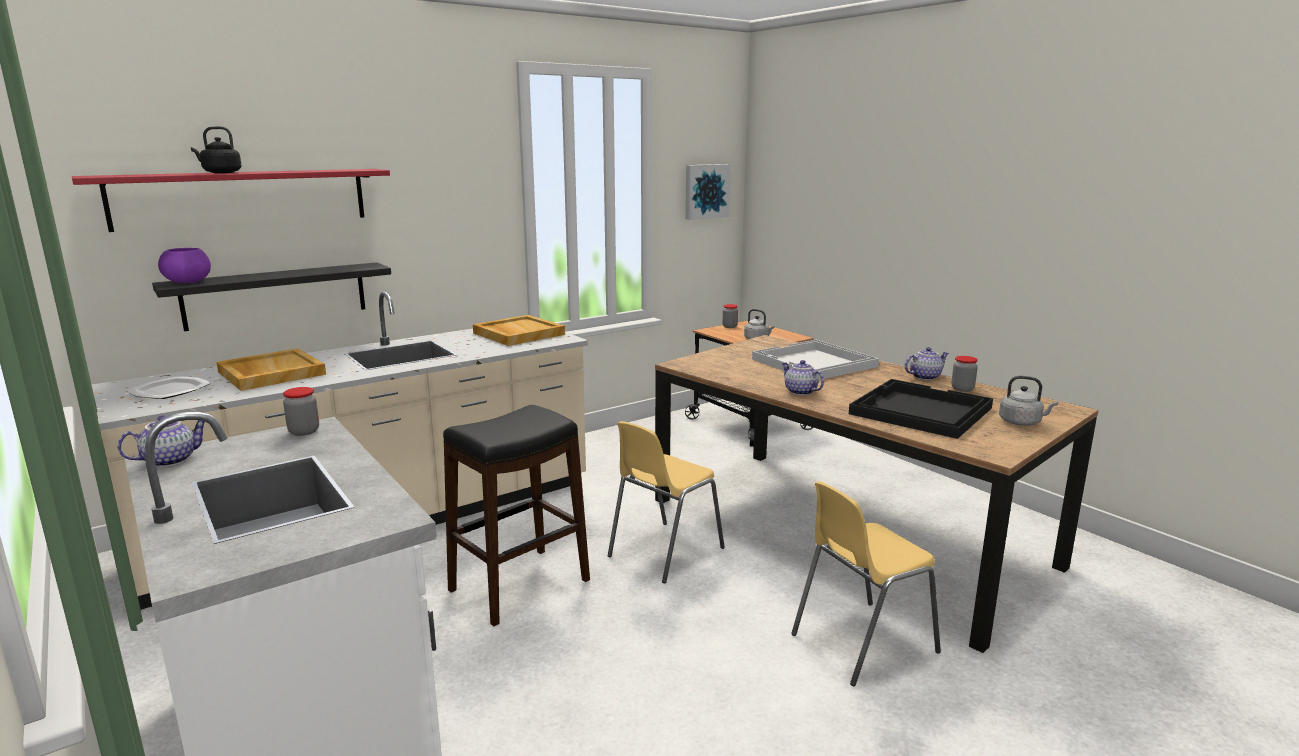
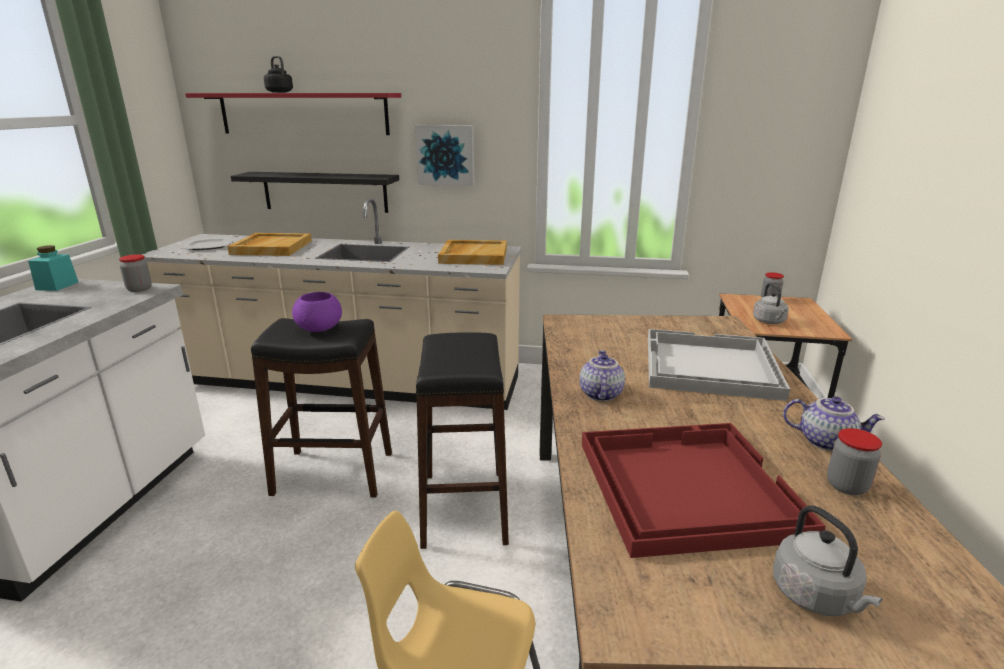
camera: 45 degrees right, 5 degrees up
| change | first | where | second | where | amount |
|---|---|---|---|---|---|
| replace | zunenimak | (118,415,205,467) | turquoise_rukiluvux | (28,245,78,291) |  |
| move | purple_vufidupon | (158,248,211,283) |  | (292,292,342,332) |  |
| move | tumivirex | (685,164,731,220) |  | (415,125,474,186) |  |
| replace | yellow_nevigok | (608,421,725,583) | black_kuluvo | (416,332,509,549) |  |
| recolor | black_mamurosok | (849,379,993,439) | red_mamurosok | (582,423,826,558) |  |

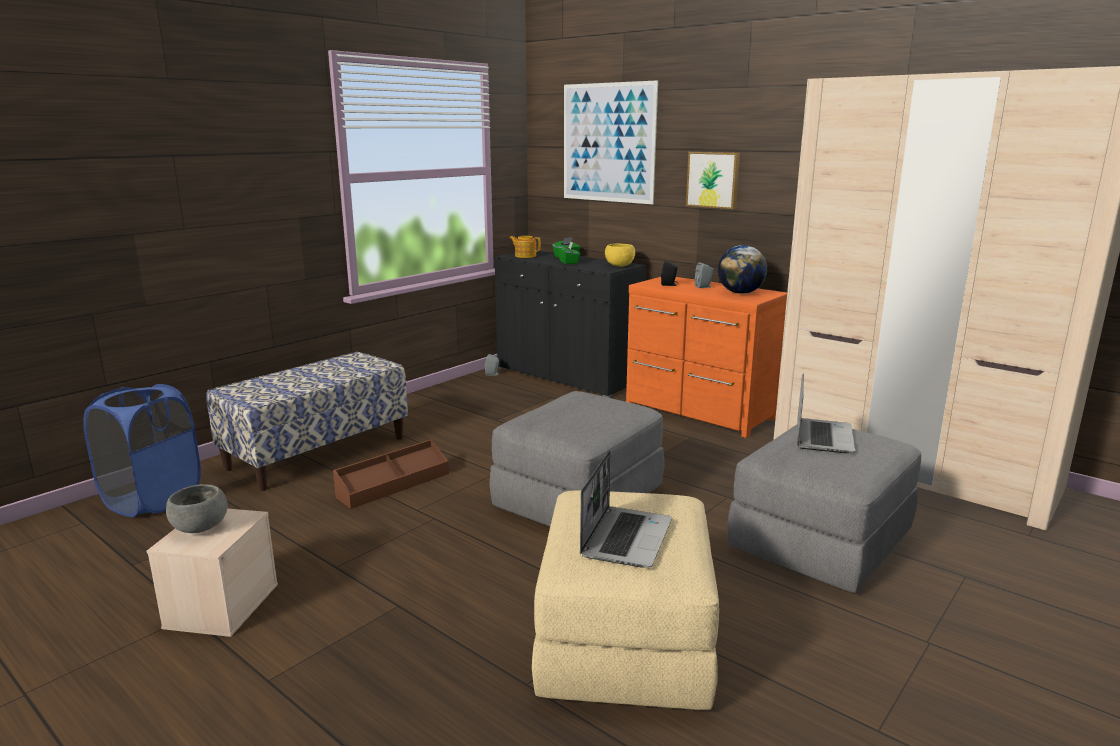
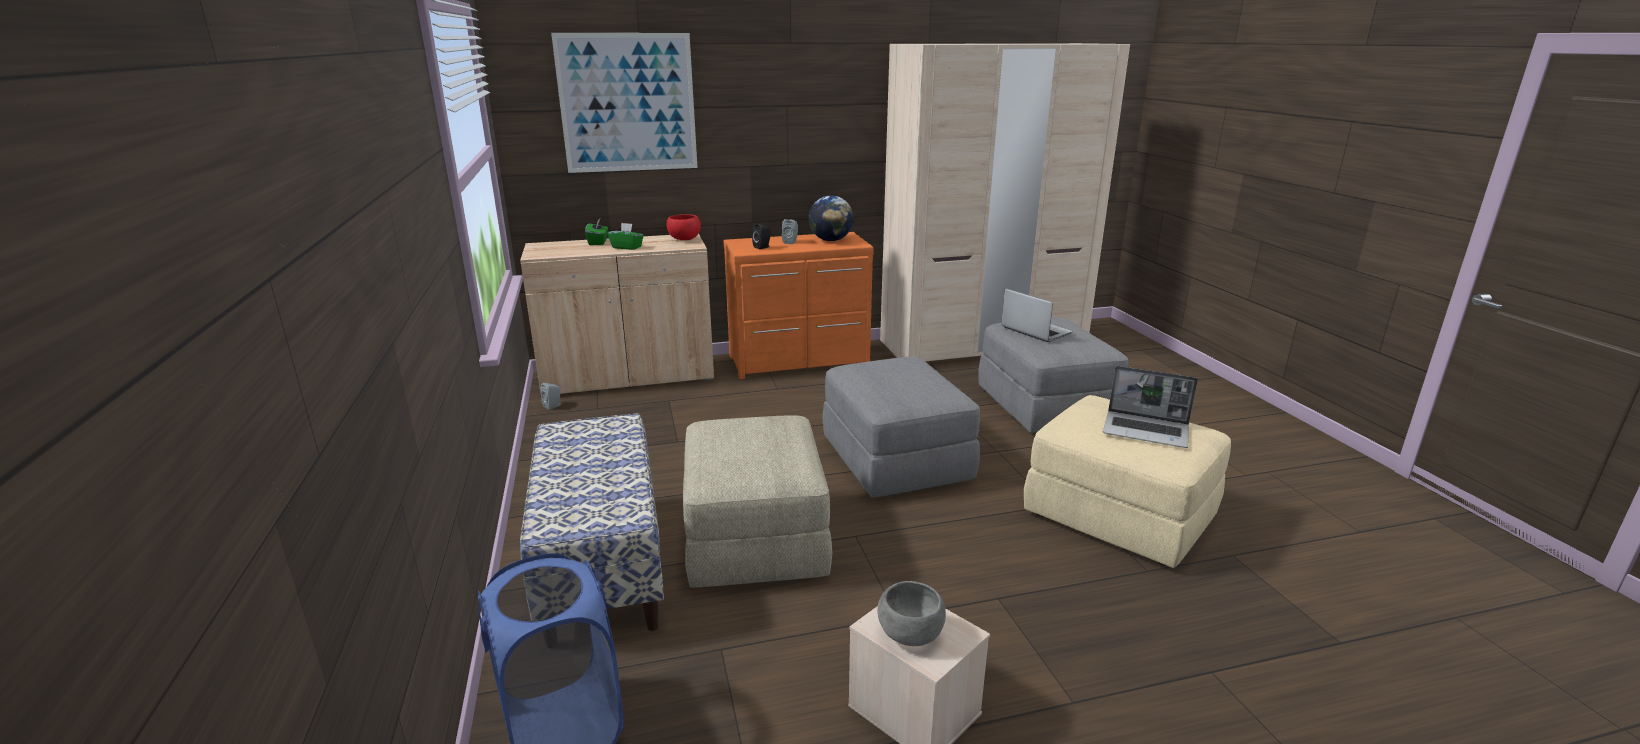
camera: 55 degrees left, 5 degrees up
| change | first | where | second | where | amount |
|---|---|---|---|---|---|
| recolor | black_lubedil | (494,251,646,398) | beige_lubedil | (520,234,714,394) |  |
| recolor | yellow_vufidupon | (605,244,635,267) | red_vufidupon | (667,214,701,240) |  |
| replace | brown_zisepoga | (333,439,449,509) | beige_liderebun | (683,415,832,587) |  |
| rotate | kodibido | (580,450,672,568) |  | (1103,366,1198,448) | 150 degrees clockwise |
| delete | zunenimak | (509,236,541,258) |  |  |  |
| delete | tumivirex | (686,152,740,209) |  |  |  |

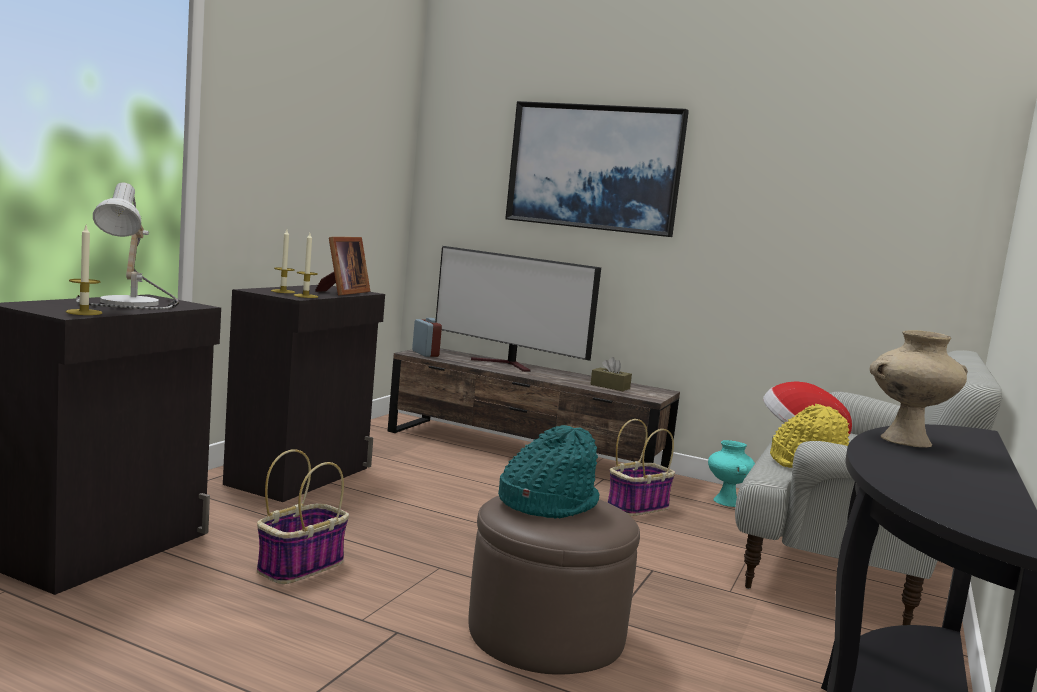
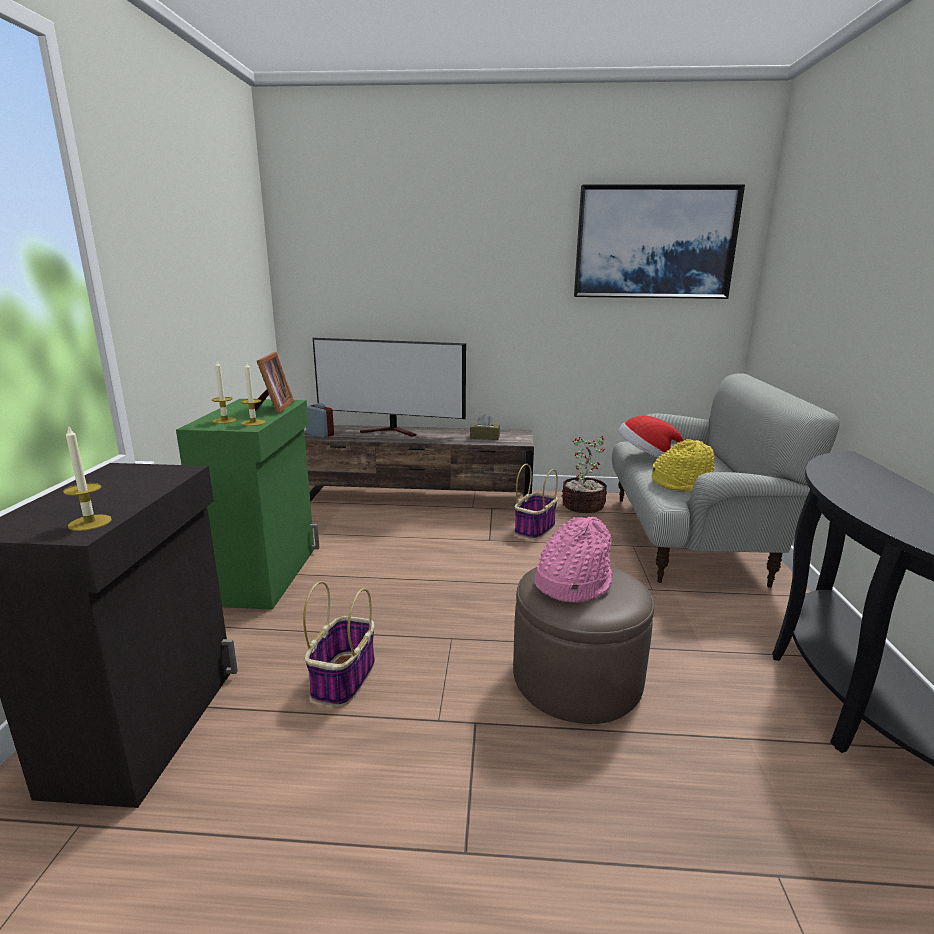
camera: 20 degrees left, 10 degrees up
| change | first | where | second | where | amount |
|---|---|---|---|---|---|
| recolor | black_lubedil | (223,285,385,502) | green_lubedil | (176,399,319,610) |  |
| recolor | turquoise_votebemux | (498,425,600,519) | pink_votebemux | (535,517,612,603) |  |
| replace | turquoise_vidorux | (708,440,755,507) | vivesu | (561,436,607,513) |  |
| move | tumivirex | (505,101,689,237) |  | (574,184,745,299) |  |
| delete | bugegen | (76,182,179,310) |  |  |  |
| delete | beige_vidorux | (870,330,968,448) |  |  |  |

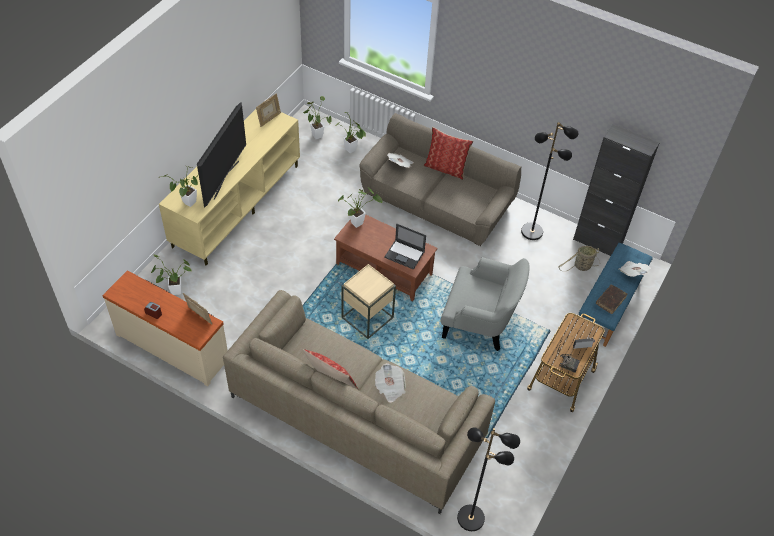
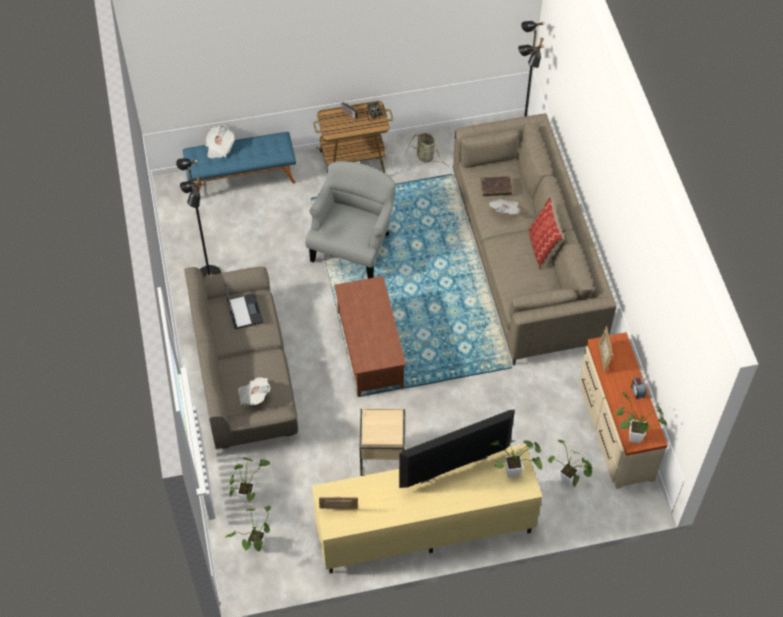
camera: 130 degrees left, 5 degrees up
| change | first | where | second | where | amount |
|---|---|---|---|---|---|
| move | kodibido | (384,224,426,270) |  | (225,284,263,329) |  |
| rotate | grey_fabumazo | (440,257,530,351) |  | (305,161,396,279) | 45 degrees clockwise |
| move | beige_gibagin | (341,264,396,339) |  | (360,408,405,476) |  |
| move | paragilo | (559,246,600,272) |  | (406,133,449,167) |  |
| move | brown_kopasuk | (596,285,627,314) |  | (481,176,512,196) |  |
| move | vivesu | (338,188,383,228) |  | (615,392,667,443) |  |
| delete | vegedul | (423,127,474,180) |  |  |  |
| delete | black_lubedil | (573,124,659,256) |  |  |  |

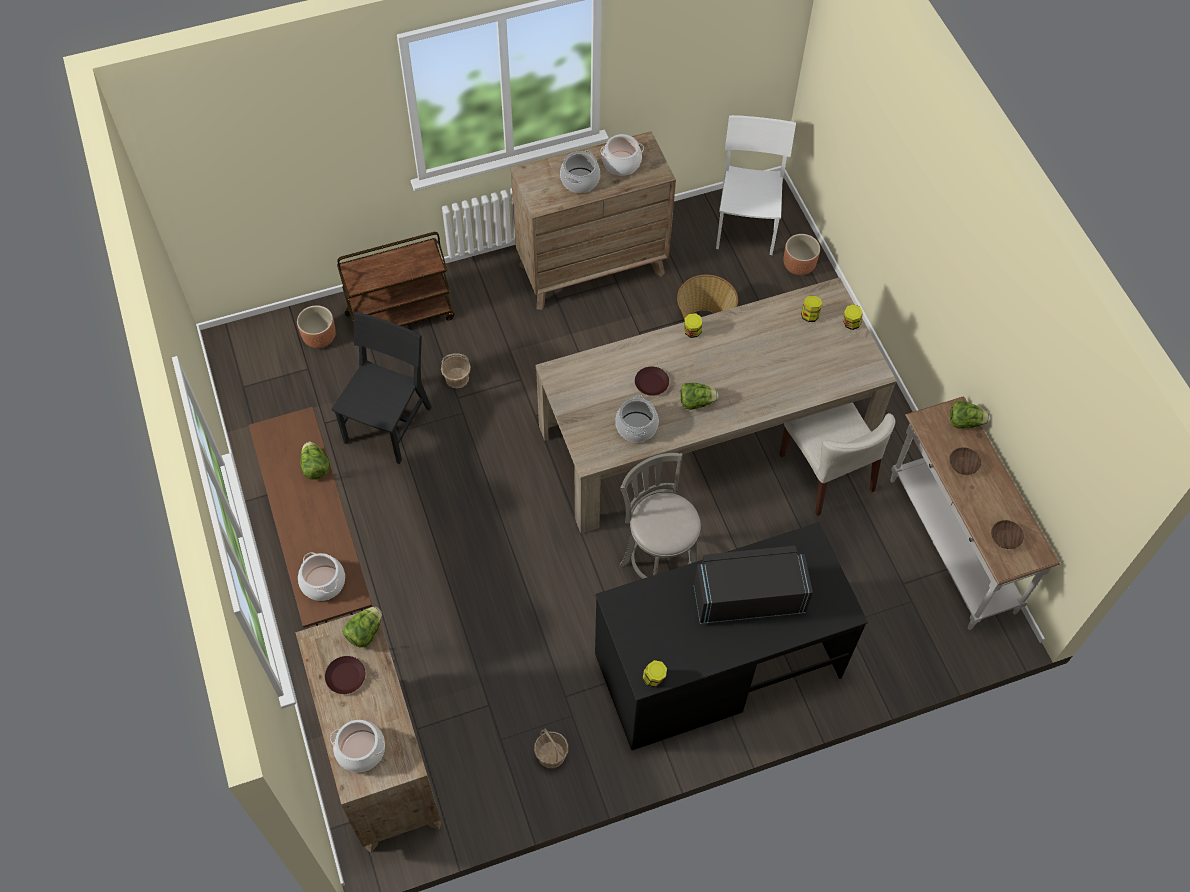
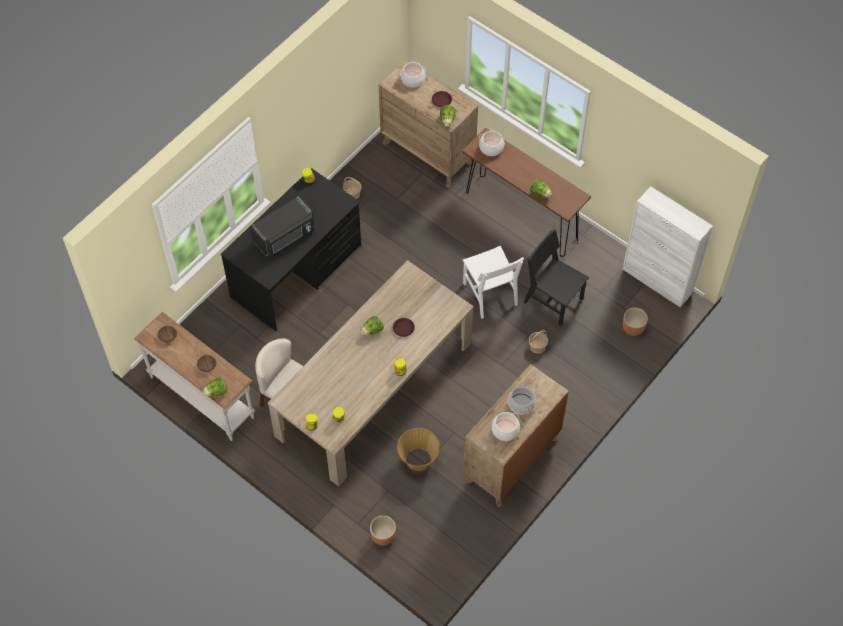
camera: 150 degrees right, 0 degrees up
| change | first | where | second | where | amount |
|---|---|---|---|---|---|
| move | white_nevigok | (716,115,796,255) |  | (463,245,524,319) |  |
| rotate | black_nevigok | (331,312,432,464) |  | (523,229,589,326) | 135 degrees clockwise |
| insert |  |  | white_lubedil | (622,186,713,307) |  |
| delete | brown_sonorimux | (337,232,454,326) |  |  |  |
| delete | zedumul | (615,395,659,442) |  |  |  |
| delete | grey_kuluvo | (620,453,701,579) |  |  |  |

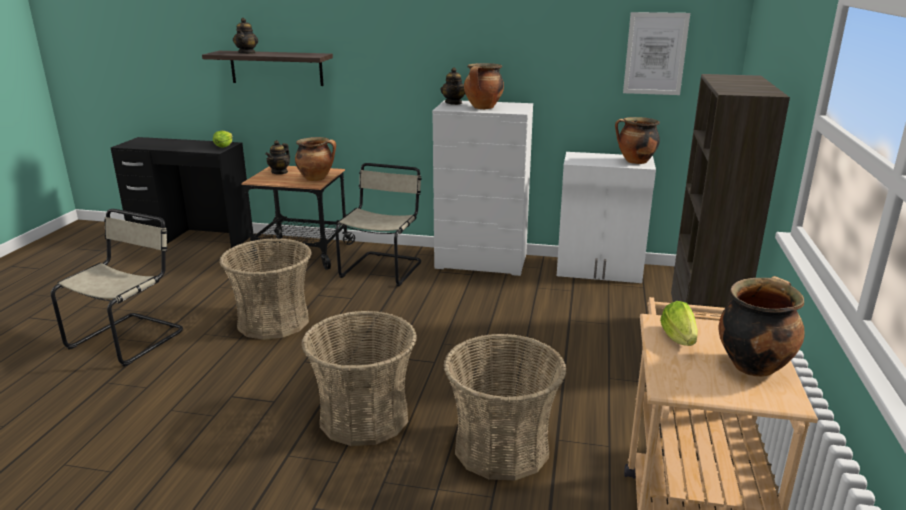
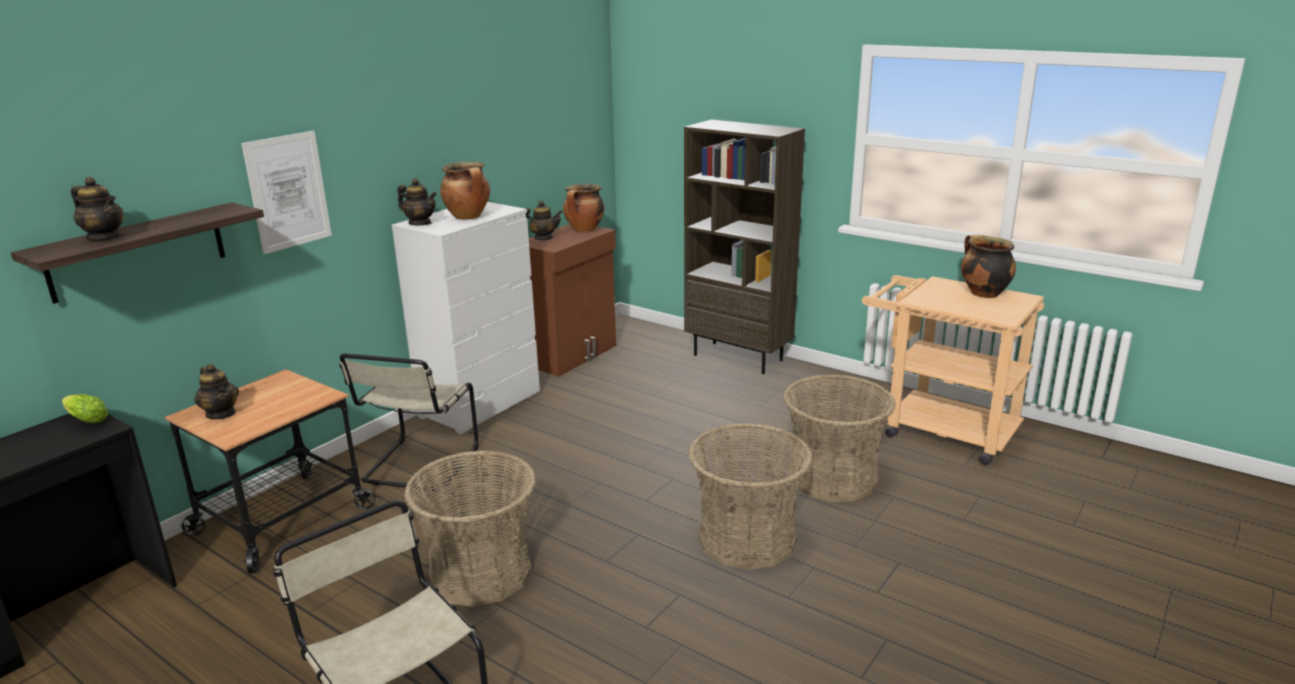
camera: 65 degrees left, 0 degrees up
| change | first | where | second | where | amount |
|---|---|---|---|---|---|
| move | tumivirex | (623,12,690,95) |  | (241,131,332,254) |  |
| rotate | beige_nevigok | (335,163,422,286) |  | (339,354,478,491) | 120 degrees counterclockwise |
| insert |  |  | zunenimak | (525,201,563,240) |  |
| recolor | white_lubedil | (557,152,656,283) | brown_lubedil | (529,224,616,377) |  |
| delete | zedumul | (295,137,336,181) |  |  |  |
| delete | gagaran | (660,301,698,346) |  |  |  |

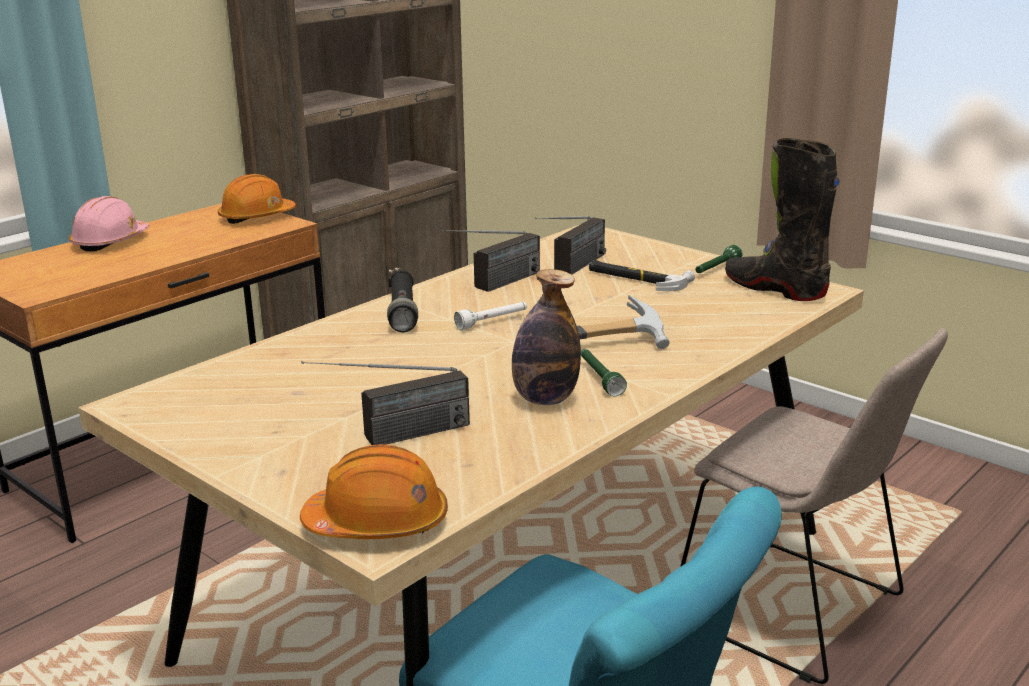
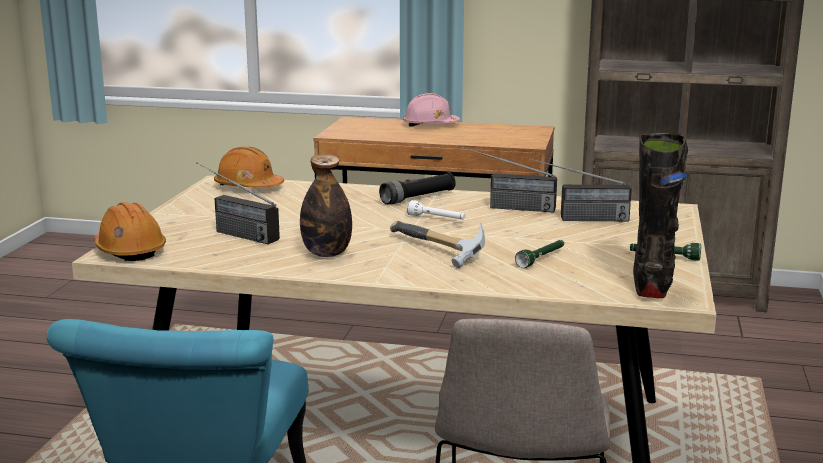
camera: 60 degrees right, 5 degrees down
| change | first | where | second | where | amount |
|---|---|---|---|---|---|
| move | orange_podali | (218,174,296,224) |  | (214,146,284,188) |  |
| move | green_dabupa | (581,349,627,396) |  | (515,240,564,268) |  |
| delete | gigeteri | (589,260,695,291) |  |  |  |

